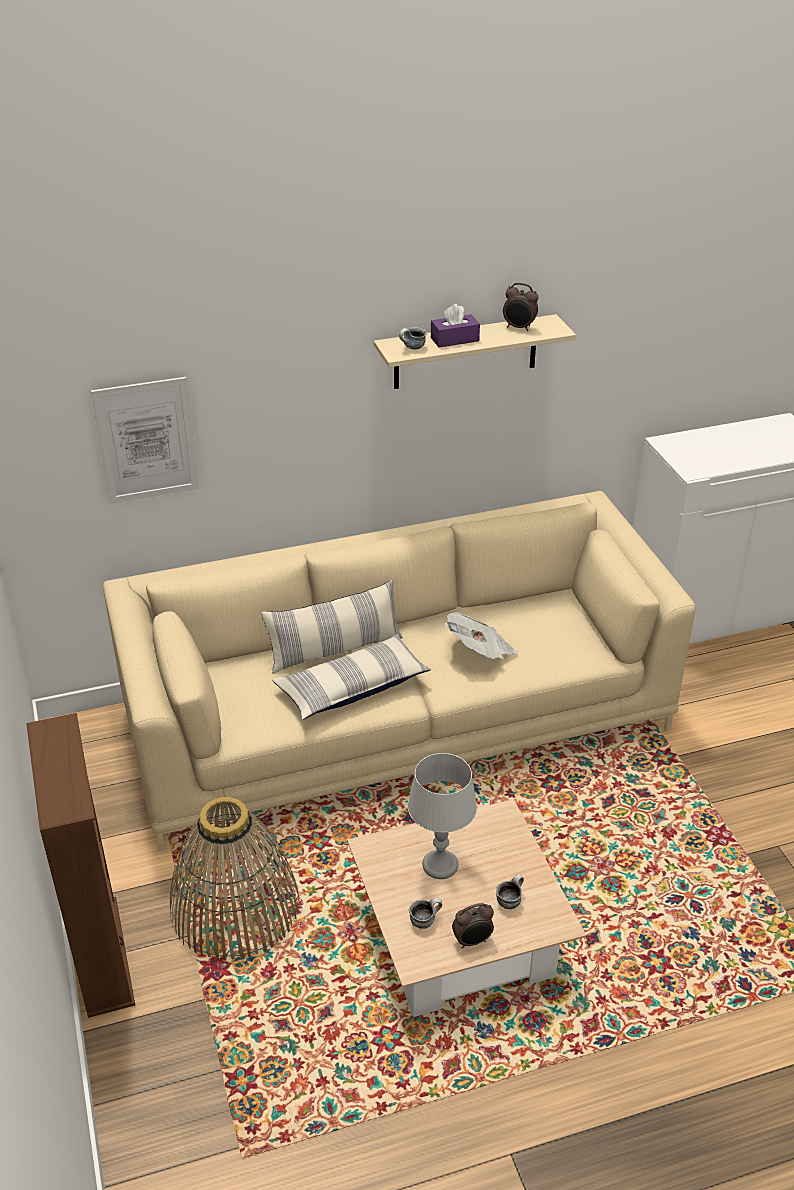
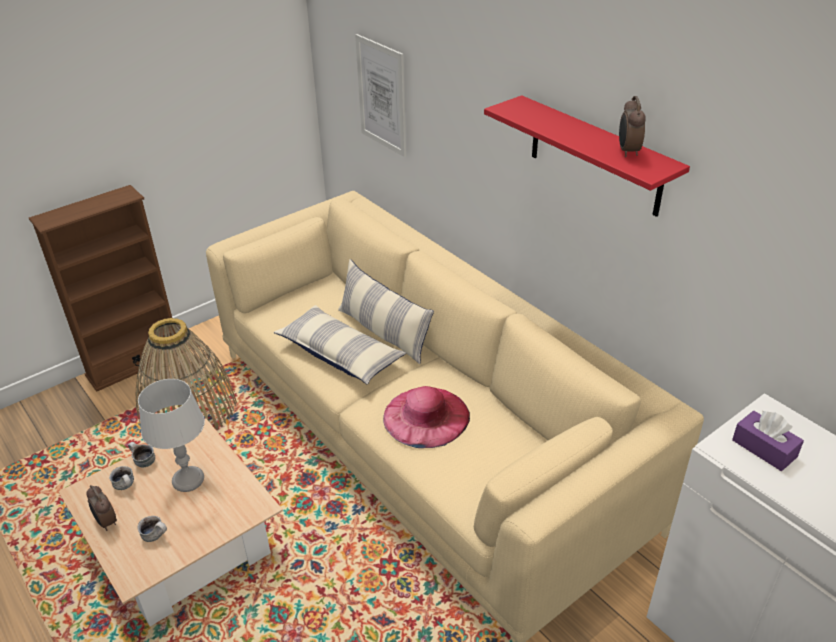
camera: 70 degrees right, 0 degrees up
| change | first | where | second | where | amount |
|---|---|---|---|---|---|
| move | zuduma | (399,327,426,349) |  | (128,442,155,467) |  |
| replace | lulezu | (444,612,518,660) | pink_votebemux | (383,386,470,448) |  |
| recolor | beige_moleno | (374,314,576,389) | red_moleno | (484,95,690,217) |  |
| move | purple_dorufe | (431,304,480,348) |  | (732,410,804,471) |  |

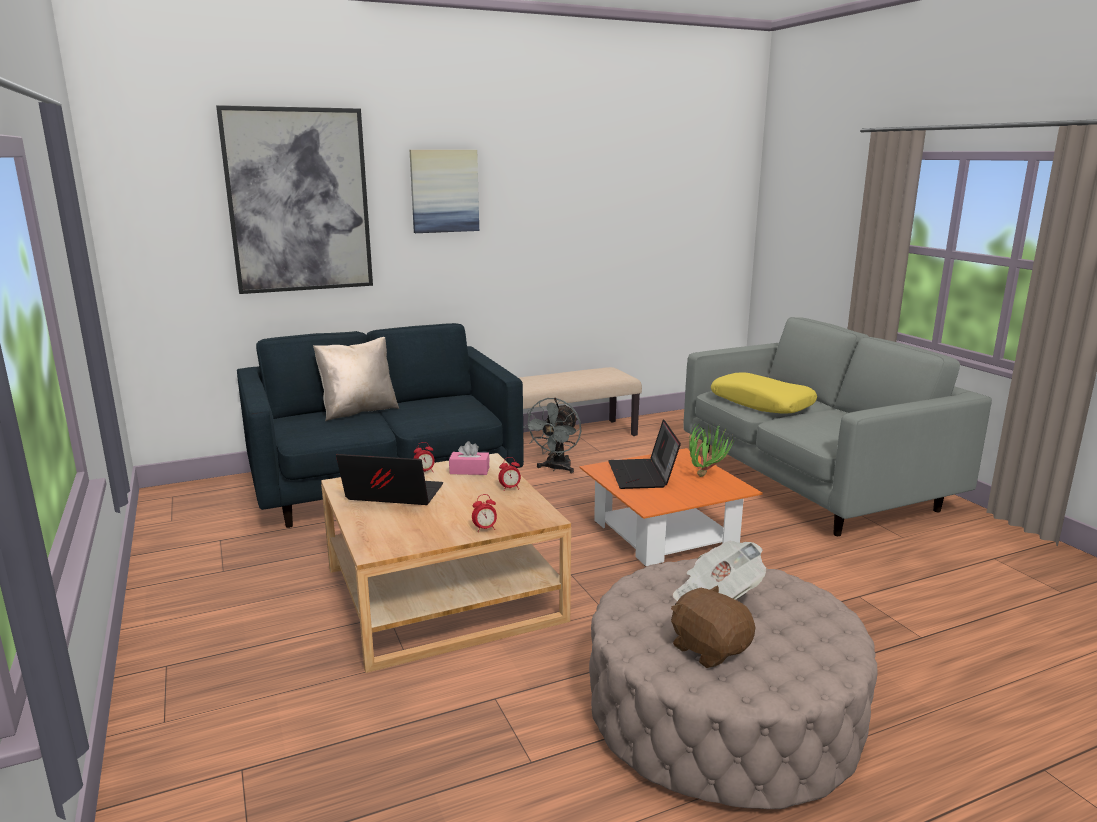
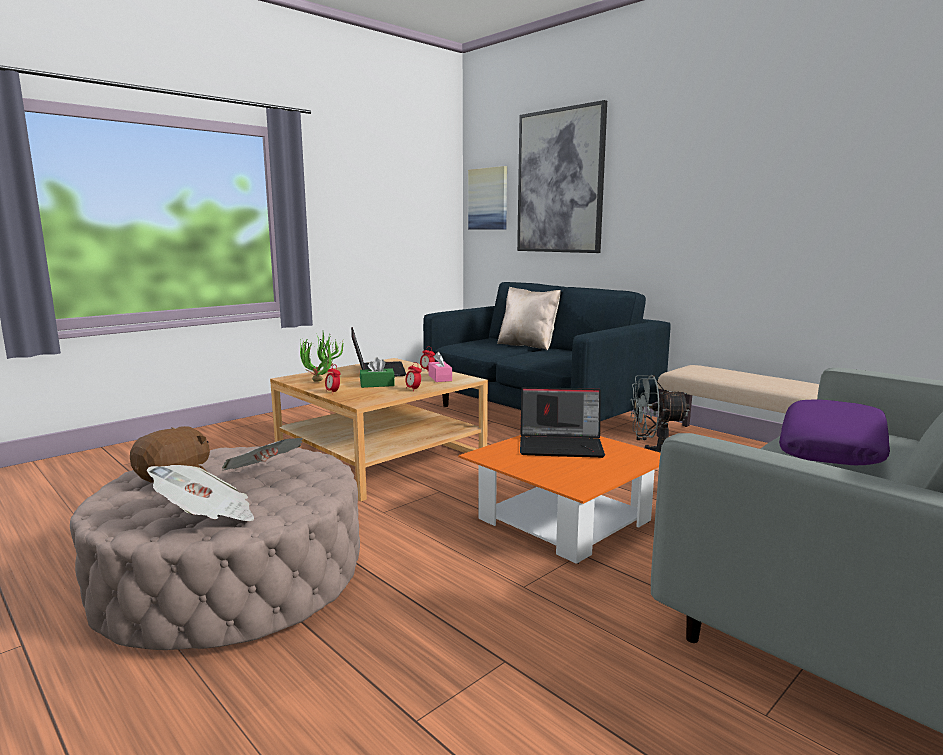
camera: 70 degrees right, 5 degrees down
| change | first | where | second | where | amount |
|---|---|---|---|---|---|
| insert |  |  | lulezu | (147,465,254,521) |  |
| move | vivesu | (689,421,735,477) |  | (300,333,344,382) |  |
| insert |  |  | green_dorufe | (360,357,395,388) |  |
| move | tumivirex | (410,150,479,233) |  | (468,166,507,230) |  |
| rotate | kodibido | (608,419,681,489) |  | (520,387,605,458) | 150 degrees counterclockwise |
| recolor | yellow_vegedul | (711,372,817,414) | purple_vegedul | (779,399,890,465) |  |

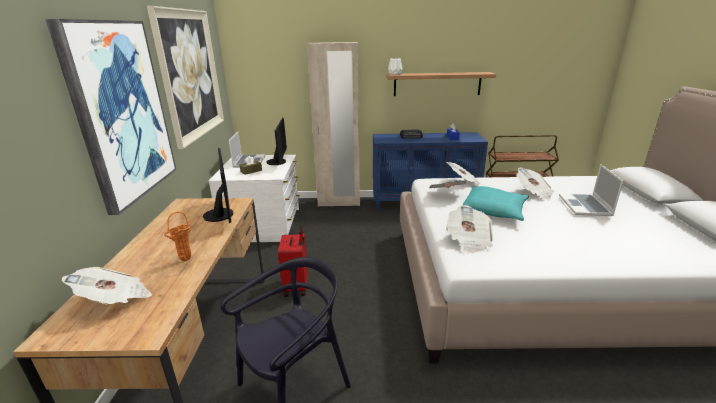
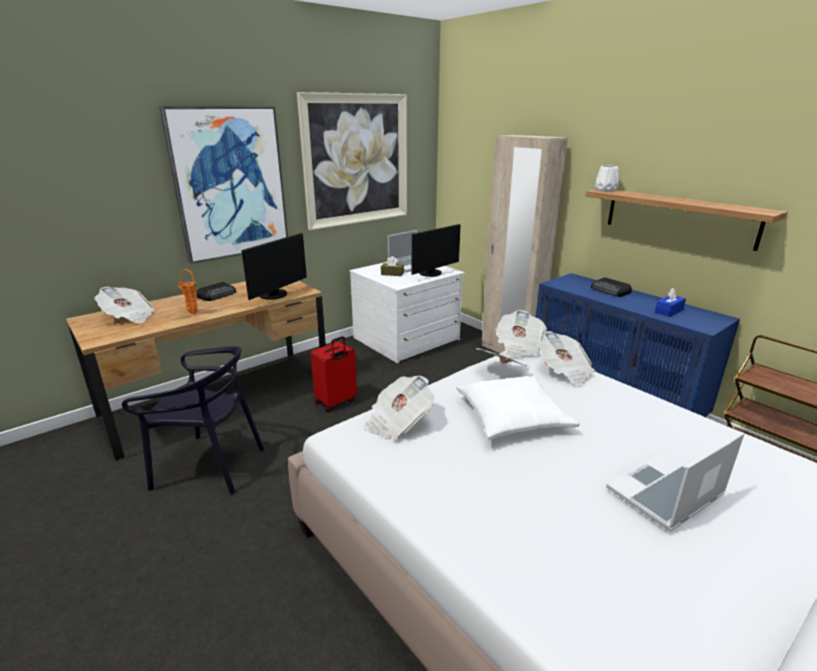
camera: 50 degrees right, 0 degrees up
| change | first | where | second | where | amount |
|---|---|---|---|---|---|
| insert |  |  | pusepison | (196,282,236,301) |  |
| recolor | turquoise_vegedul | (463,186,529,221) | white_vegedul | (456,376,580,440) |  |
| move | lulezu | (517,168,554,201) |  | (495,310,547,358) |  |

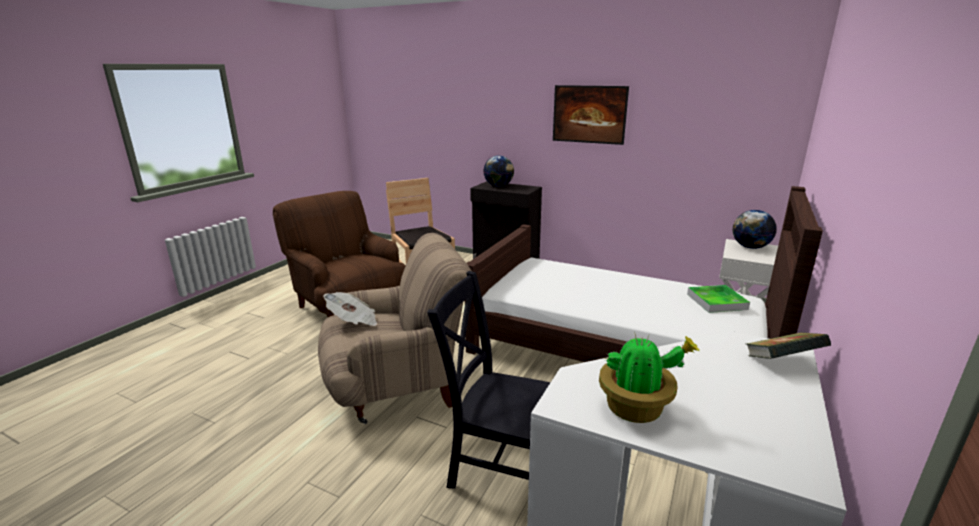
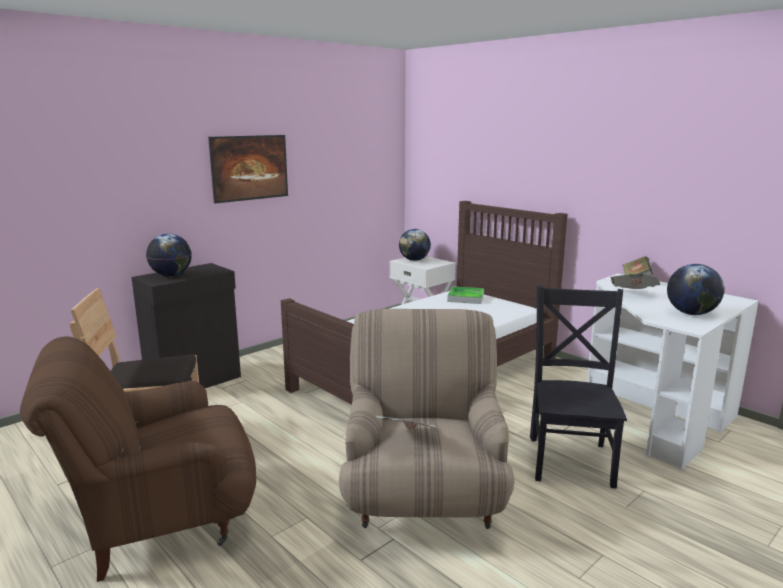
camera: 70 degrees left, 5 degrees down
| change | first | where | second | where | amount |
|---|---|---|---|---|---|
| rotate | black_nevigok | (427,271,551,488) |  | (530,285,627,489) | 150 degrees clockwise |
| insert |  |  | lulezu | (610,274,660,289) |  |
| replace | vivesu | (599,333,700,423) | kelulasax | (667,264,724,315) |  |

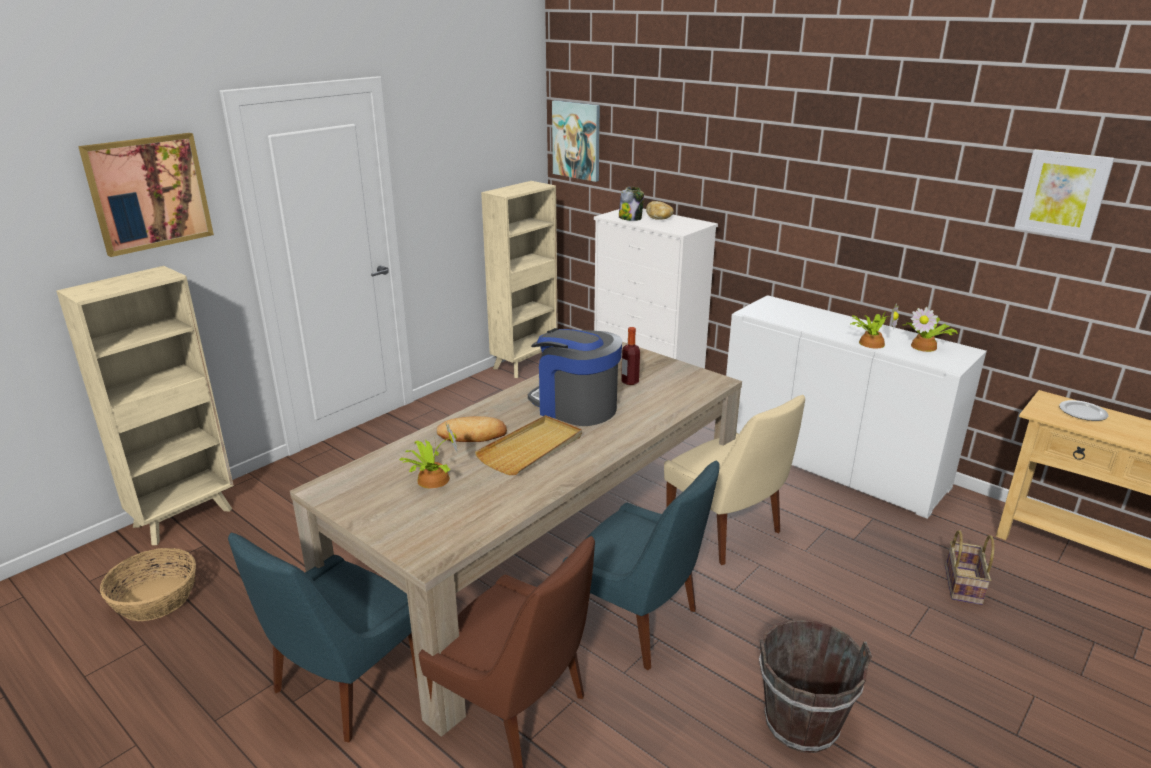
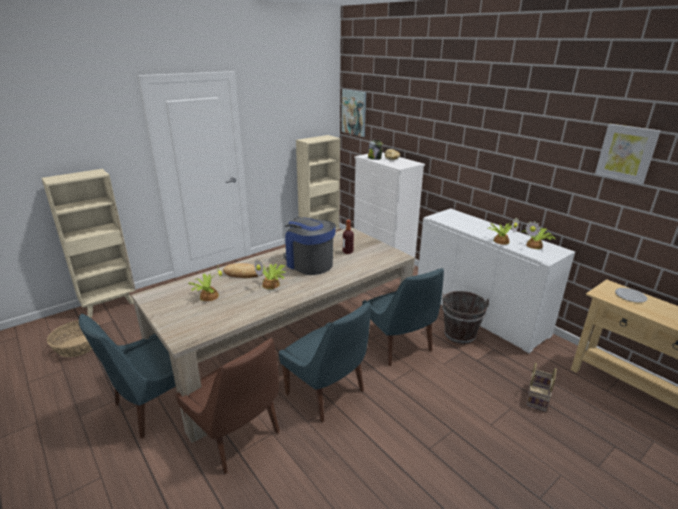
camera: 10 degrees right, 0 degrees up
| change | first | where | second | where | amount |
|---|---|---|---|---|---|
| replace | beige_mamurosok | (475,415,582,475) | vivesu | (254,259,286,289) |  |
| recolor | beige_nevigok | (664,395,805,565) | blue_nevigok | (362,268,444,366) |  |
| move | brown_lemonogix | (759,620,872,753) |  | (442,291,489,344) |  |
| delete | tumivirex | (78,133,214,257) |  |  |  |

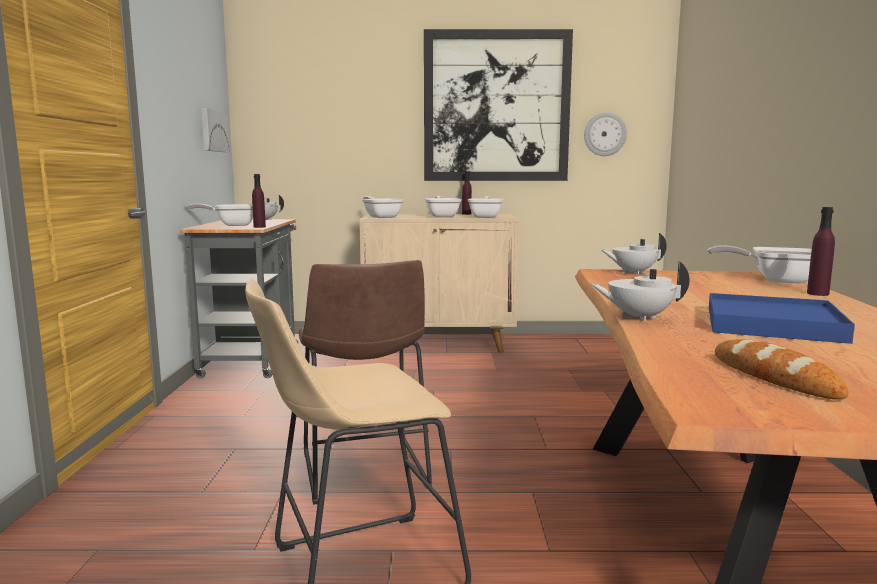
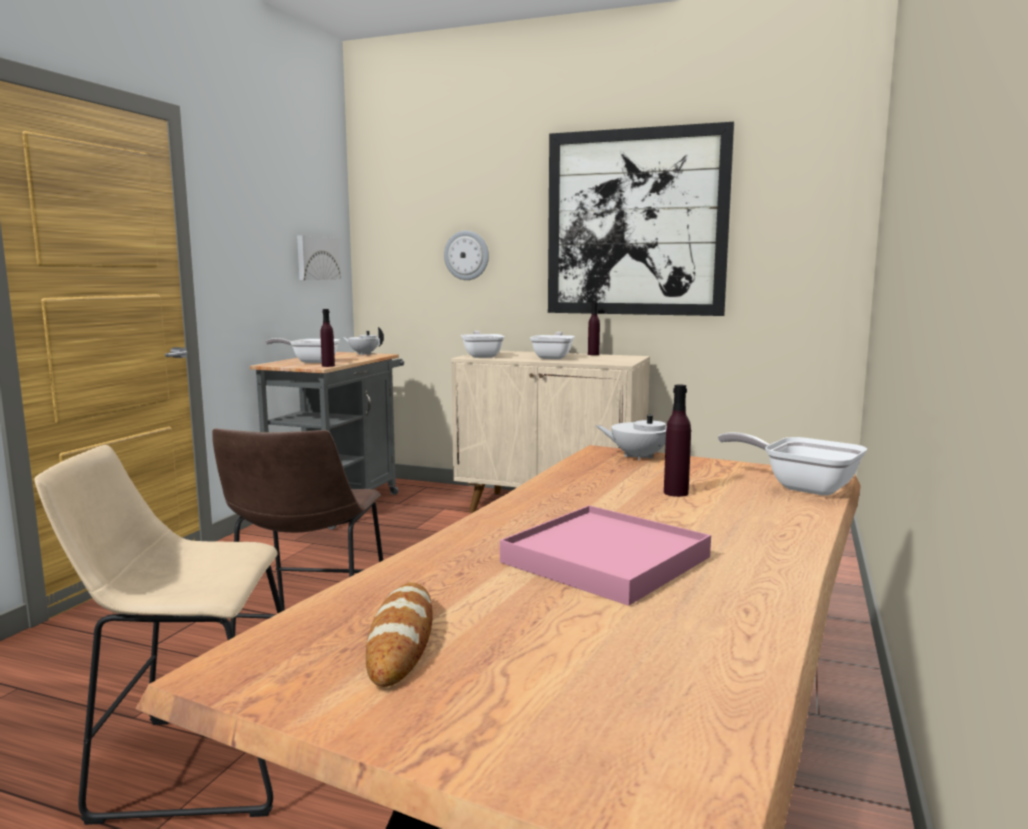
camera: 20 degrees right, 0 degrees up
| change | first | where | second | where | amount |
|---|---|---|---|---|---|
| move | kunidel | (584,112,627,156) |  | (444,230,489,280) |  |
| recolor | blue_mamurosok | (709,293,855,344) | pink_mamurosok | (500,505,711,606) |  |
| move | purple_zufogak | (807,207,835,296) |  | (664,384,691,497) |  |
| delete | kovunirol | (468,196,504,218) |  |  |  |
| delete | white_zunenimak | (591,261,690,322) |  |  |  |

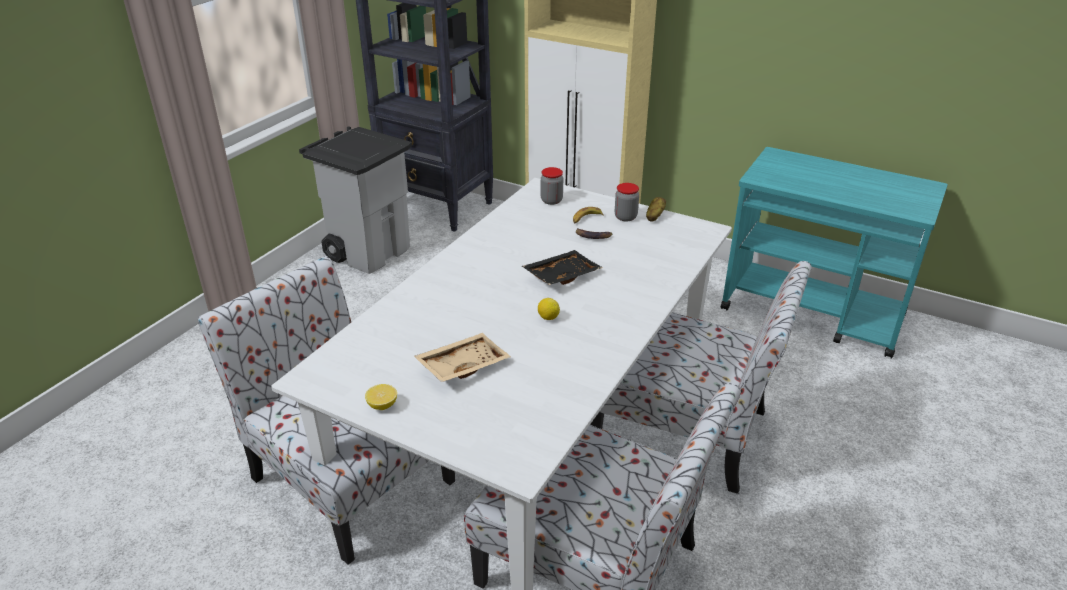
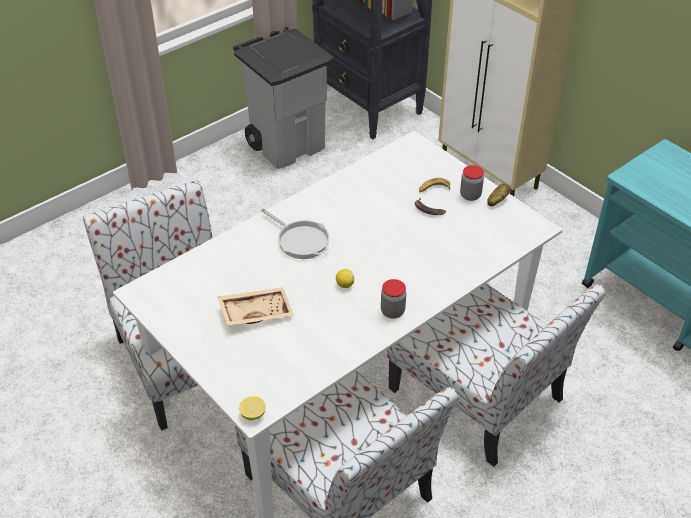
camera: 20 degrees right, 10 degrees up
| change | first | where | second | where | amount |
|---|---|---|---|---|---|
| move | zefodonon | (365,384,397,410) |  | (239,396,266,420) |  |
| insert |  |  | kovunirol | (261,208,329,259) |  |
| move | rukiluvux | (541,167,563,205) |  | (381,279,406,319) |  |
| delete | black_mamurosok | (522,250,603,285) |  |  |  |

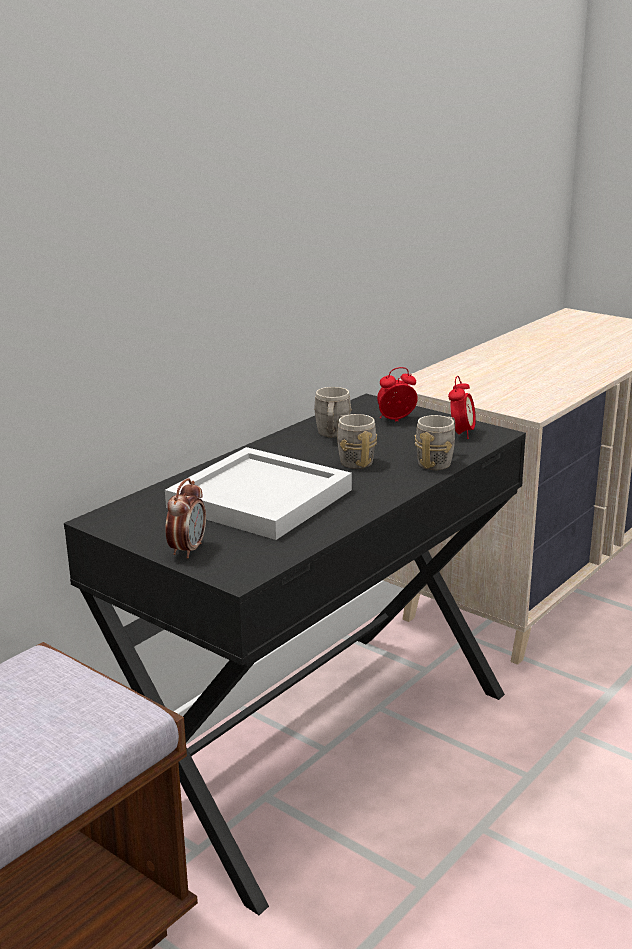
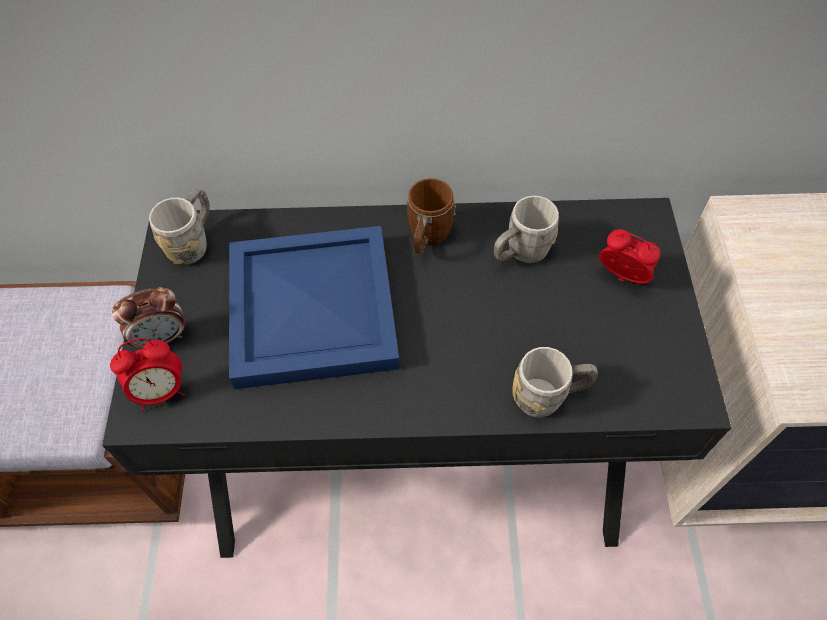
camera: 50 degrees right, 35 degrees up
| change | first | where | second | where | amount |
|---|---|---|---|---|---|
| move | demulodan | (448,376,476,439) |  | (110,338,185,410) |  |
| move | grey_zuduma | (337,414,377,469) |  | (149,189,210,265) |  |
| recolor | white_mamurosok | (165,447,352,540) | blue_mamurosok | (229,226,400,389) |  |
| insert |  |  | brown_zuduma | (407,178,456,254) |  |

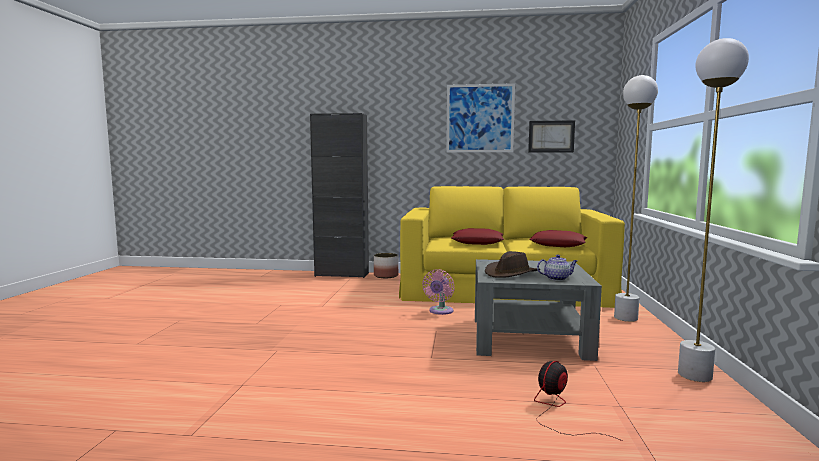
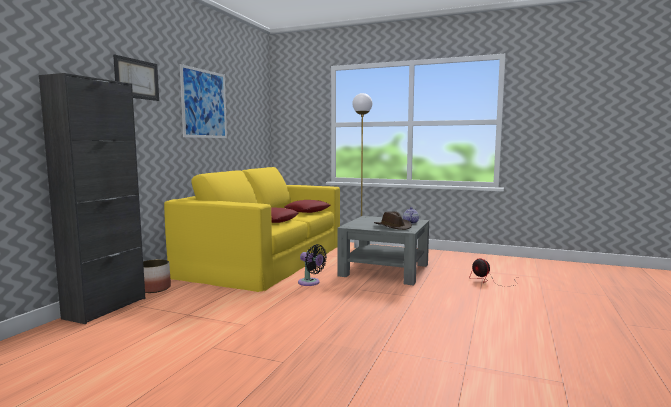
camera: 75 degrees left, 0 degrees up
| change | first | where | second | where | amount |
|---|---|---|---|---|---|
| move | tumivirex | (528,120,575,153) |  | (113,54,159,101) |  |
| recolor | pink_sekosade | (422,269,454,315) | black_sekosade | (298,244,327,286) |  |
| delete | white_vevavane | (678,38,749,382) |  |  |  |

